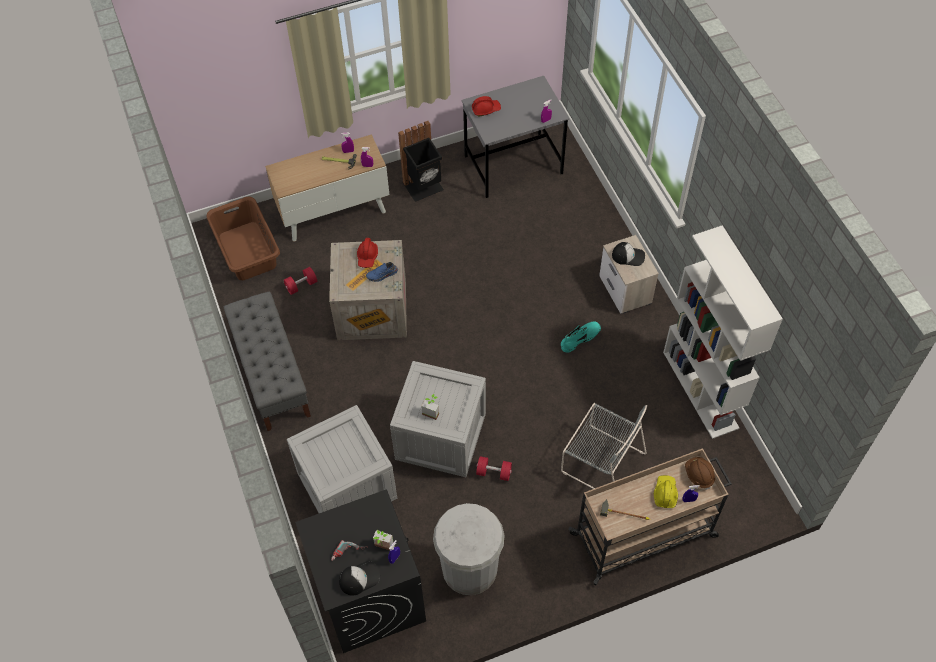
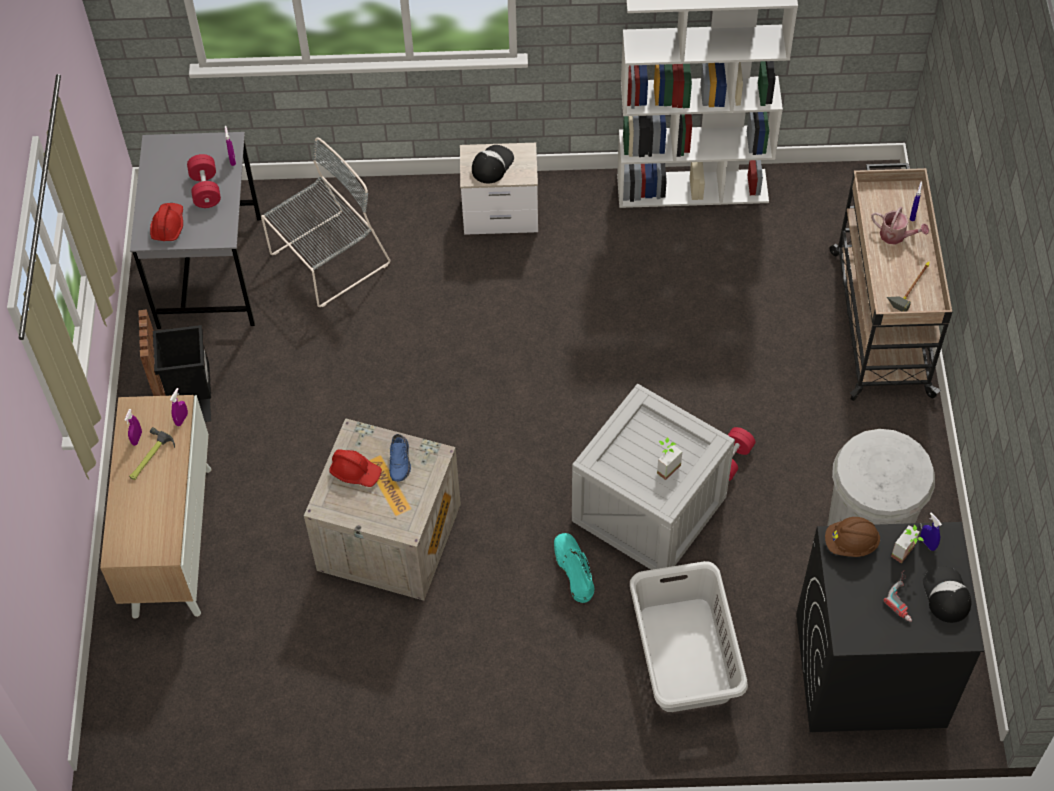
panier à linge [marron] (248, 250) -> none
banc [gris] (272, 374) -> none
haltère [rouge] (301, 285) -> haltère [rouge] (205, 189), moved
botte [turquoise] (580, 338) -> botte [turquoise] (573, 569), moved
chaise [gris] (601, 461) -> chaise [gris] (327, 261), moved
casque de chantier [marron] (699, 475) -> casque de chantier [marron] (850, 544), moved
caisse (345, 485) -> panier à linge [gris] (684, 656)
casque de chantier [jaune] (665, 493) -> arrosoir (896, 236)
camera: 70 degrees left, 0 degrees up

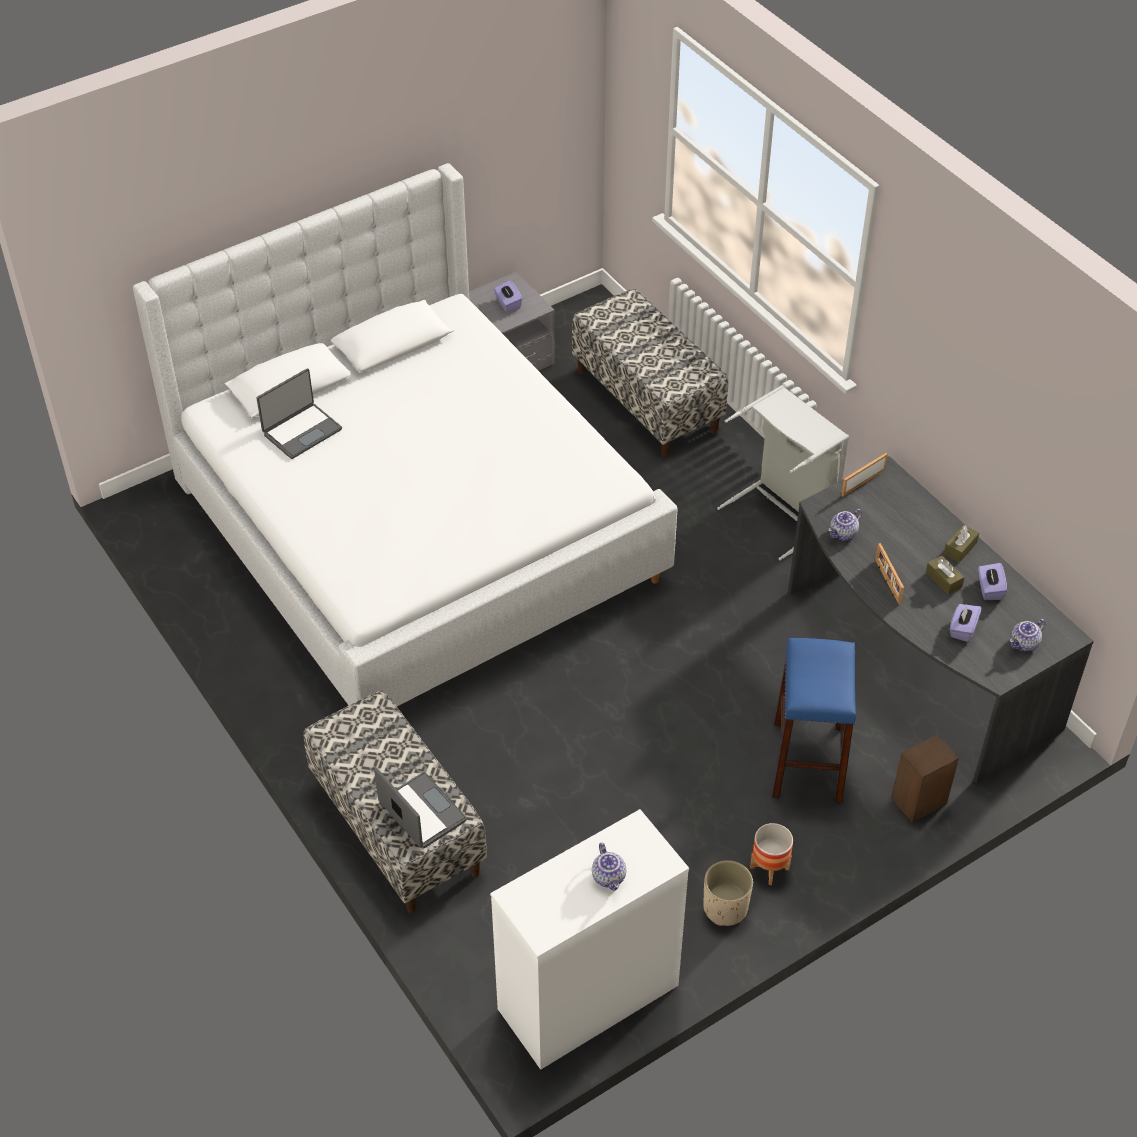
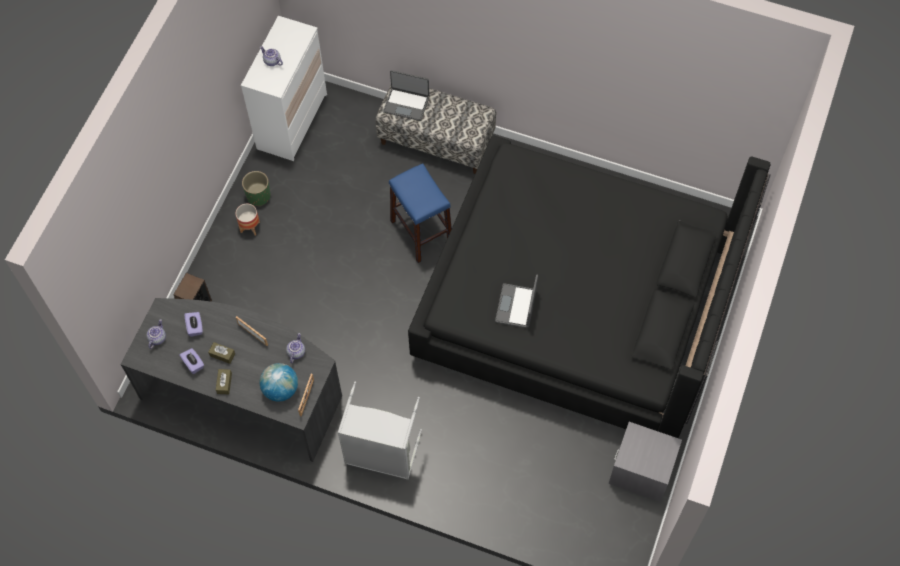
boîte à mouchoirs [violet] (508, 304) -> none
banc (647, 401) -> none
none -> globe (280, 389)
ordinateur portable (301, 431) -> ordinateur portable (516, 306), moved
tabouret [bleu] (807, 761) -> tabouret [bleu] (421, 233), moved
lit [blanc] (417, 527) -> lit [noir] (578, 305)
cache-pot [beige] (725, 908) -> cache-pot [vert] (258, 196)
camera: 145 degrees right, 15 degrees up

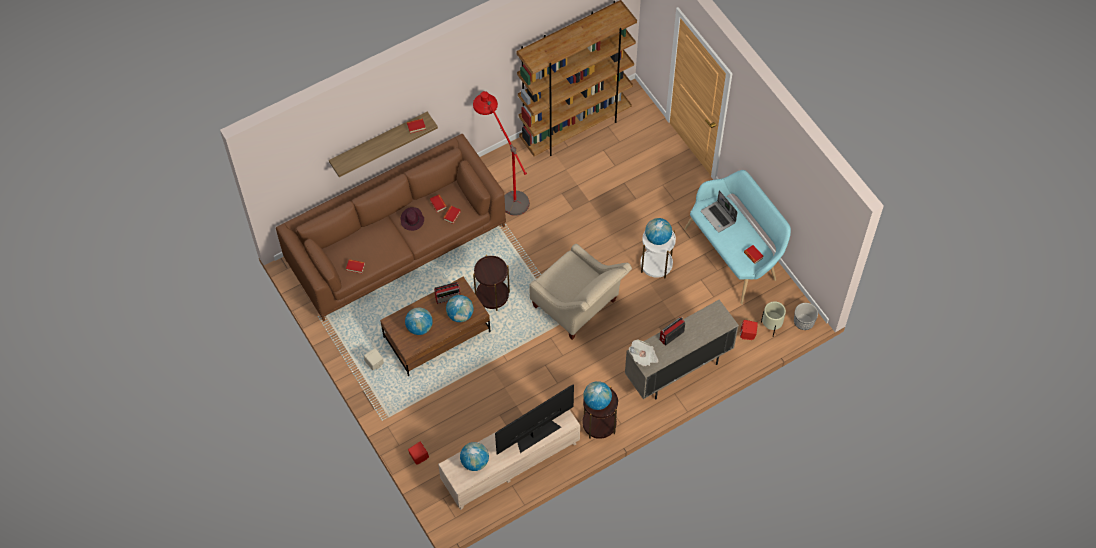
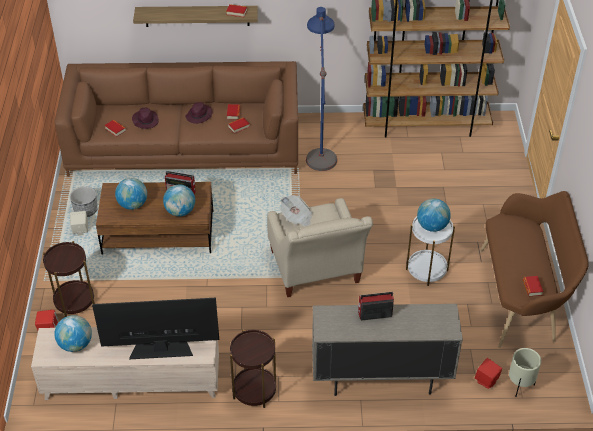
globe (597, 401) -> none
ordinateur portable (718, 217) -> none
none -> chapeau [violet] (145, 121)
table d'appoint [marron] (492, 296) -> table d'appoint [marron] (74, 301), moved
journal (643, 357) -> journal (297, 218), moved
cache-pot (804, 322) -> cache-pot (86, 210), moved
lampadaire [rouge] (504, 189) -> lampadaire [bleu] (320, 145)
banc [turquoise] (734, 254) -> banc [marron] (522, 297)
camera: 30 degrees right, 15 degrees down

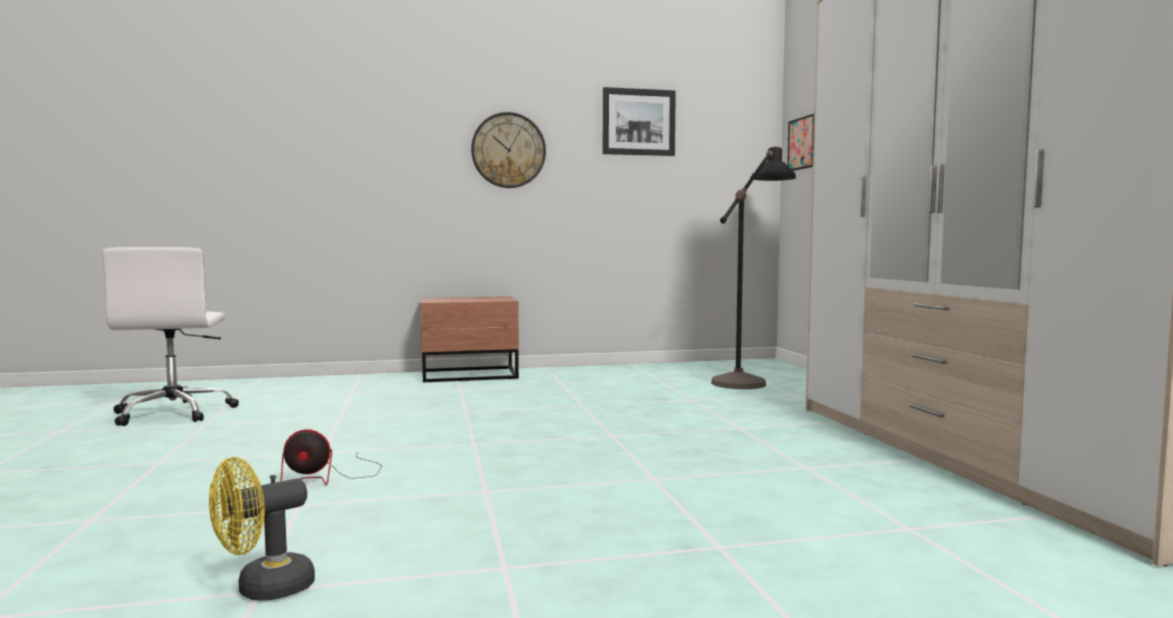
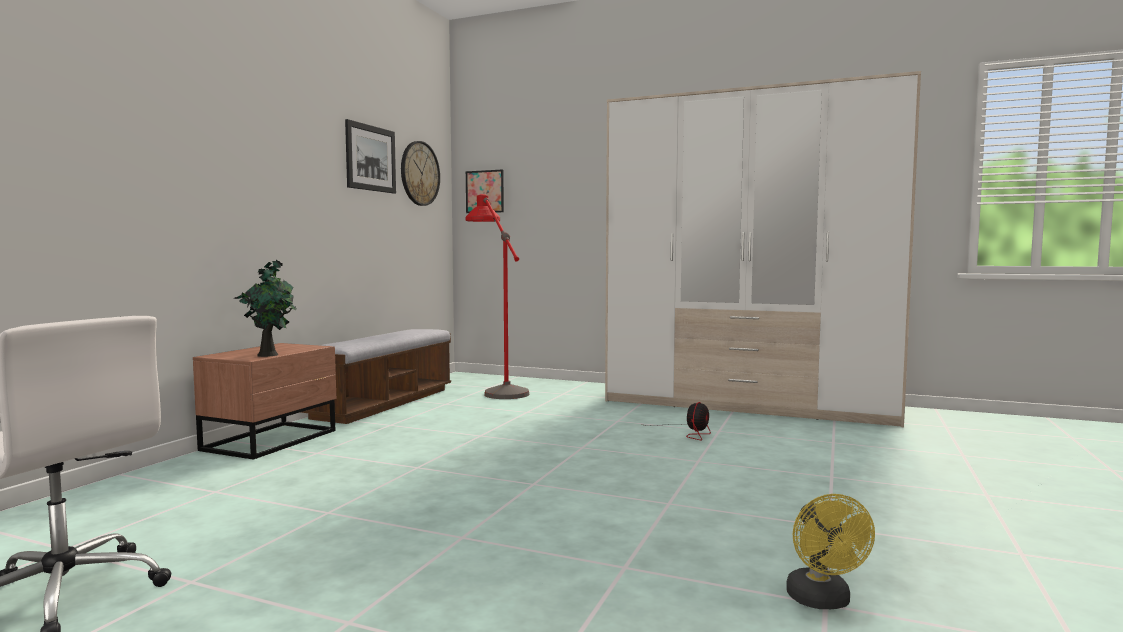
none -> plante en pot (269, 354)
none -> banc (384, 403)
ventilateur (329, 477) -> ventilateur (690, 433), moved
horloge murale (508, 150) -> horloge murale (419, 173), moved
lampadaire [noir] (752, 377) -> lampadaire [rouge] (497, 388)
camera: 55 degrees left, 0 degrees up

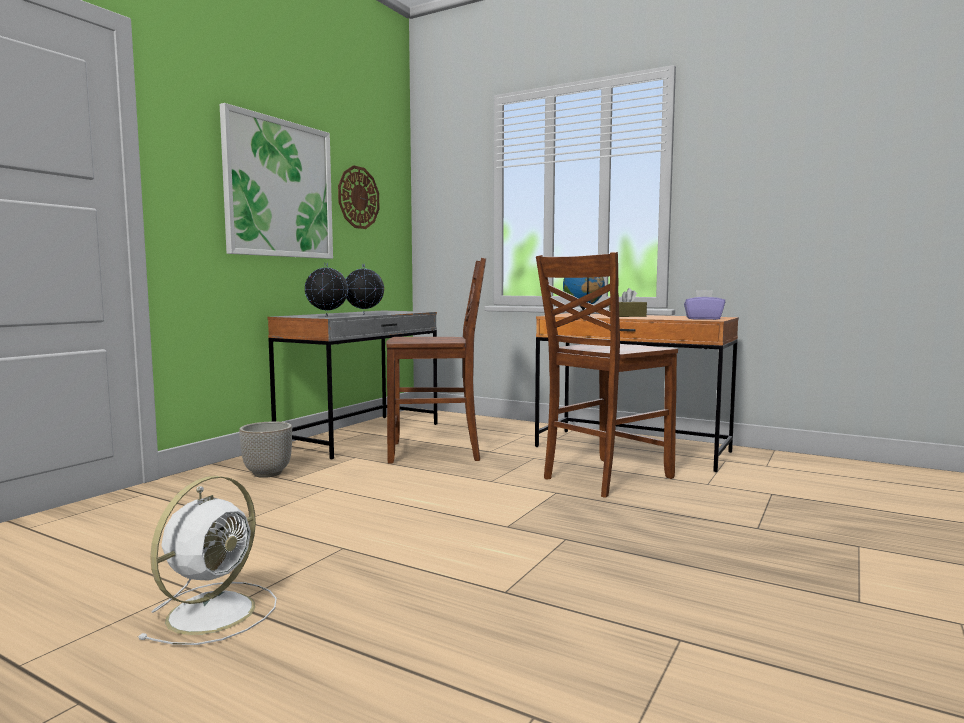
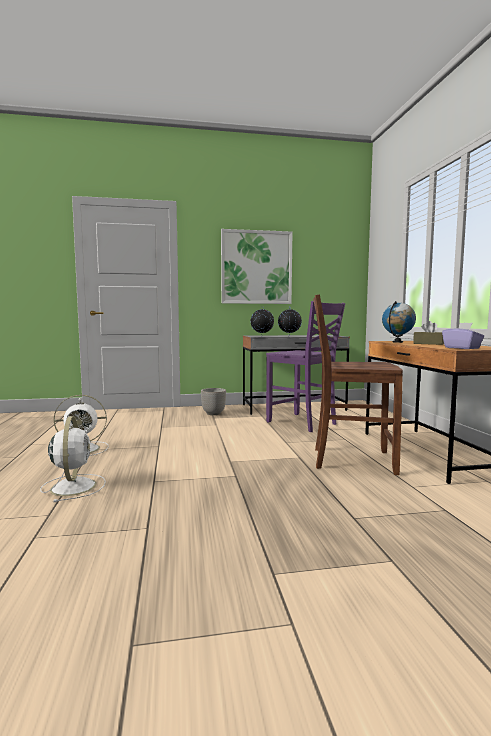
horloge murale (358, 197) -> none
none -> ventilateur [blanc] (73, 486)
chaise [marron] (436, 452) -> chaise [violet] (302, 423)
camera: 50 degrees right, 0 degrees up

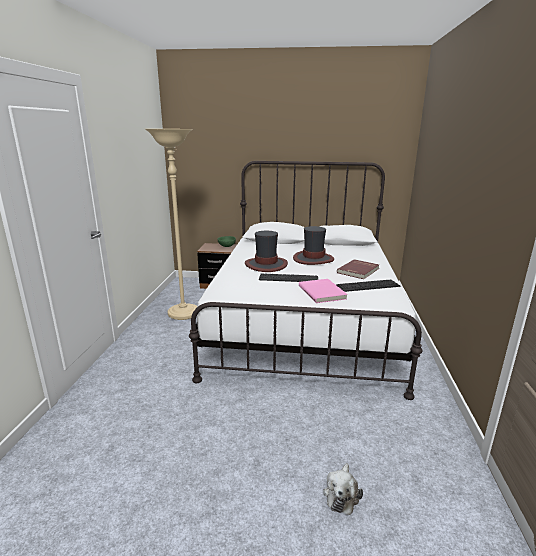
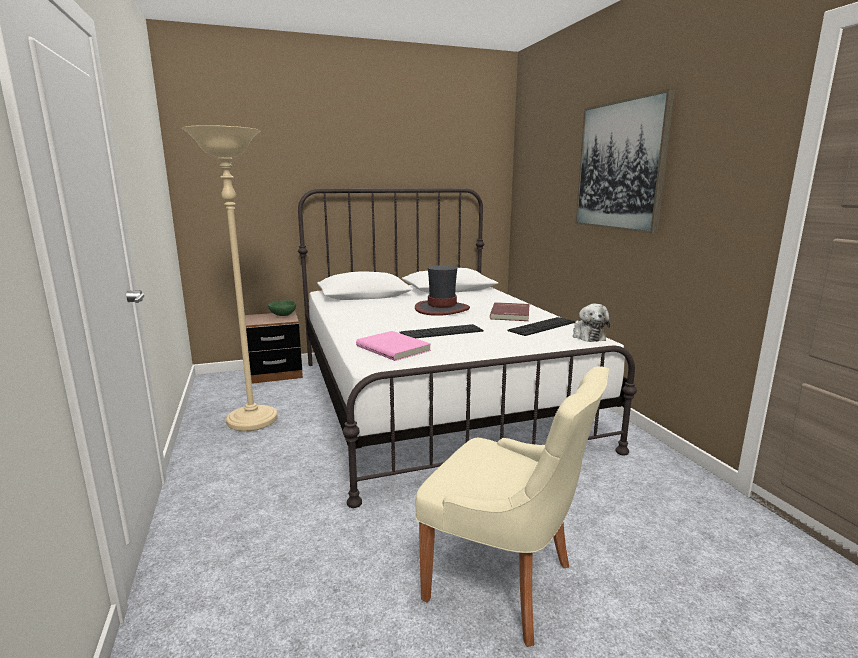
chapeau (266, 265) -> none
none -> chaise [beige] (505, 583)
none -> tableau (620, 166)
livre [rose] (323, 292) -> livre [rose] (394, 348), moved
peluche (341, 494) -> peluche (587, 336), moved
camera: 25 degrees left, 5 degrees down

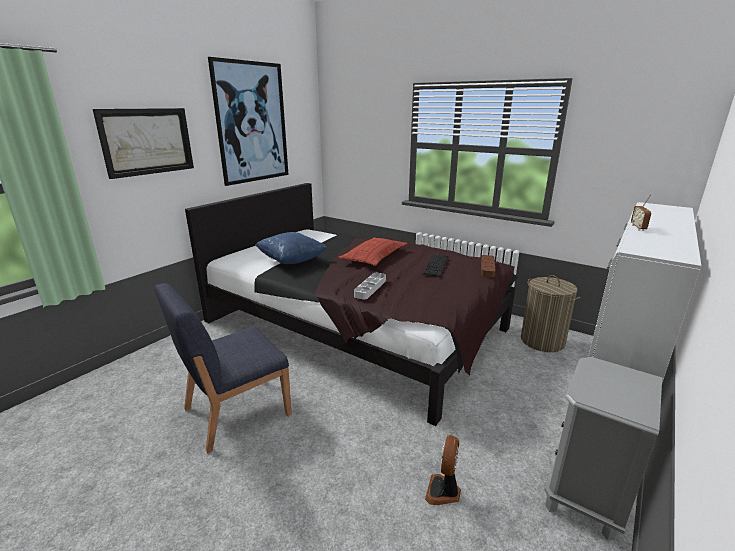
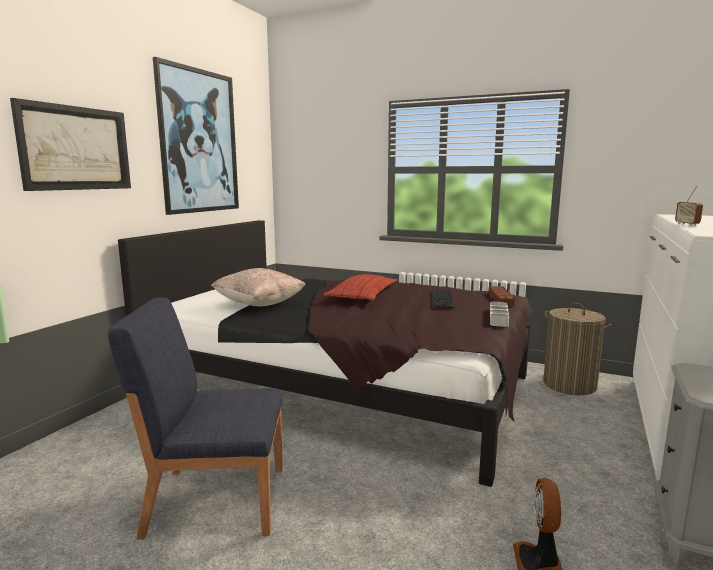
plateau [gris] (370, 288) -> plateau [gris] (498, 317), moved
coussin [bleu] (291, 261) -> coussin [beige] (259, 304)
chaise [bleu] (235, 411) -> chaise [bleu] (215, 499), 45 degrees clockwise
camera: 10 degrees left, 10 degrees down

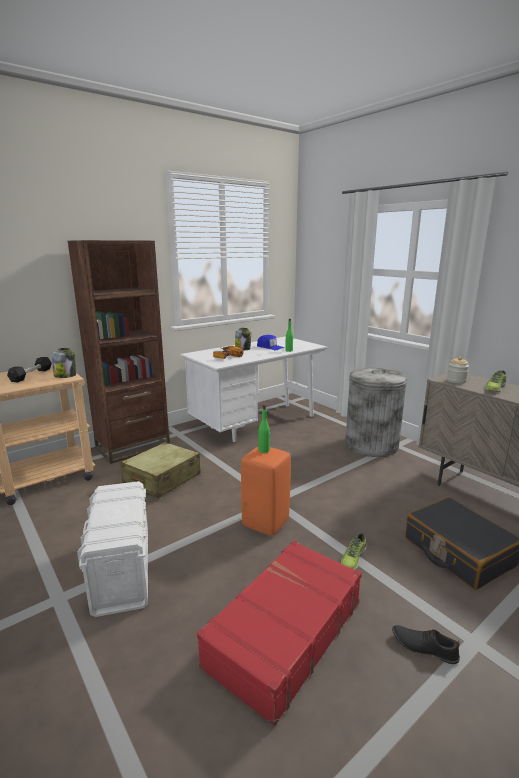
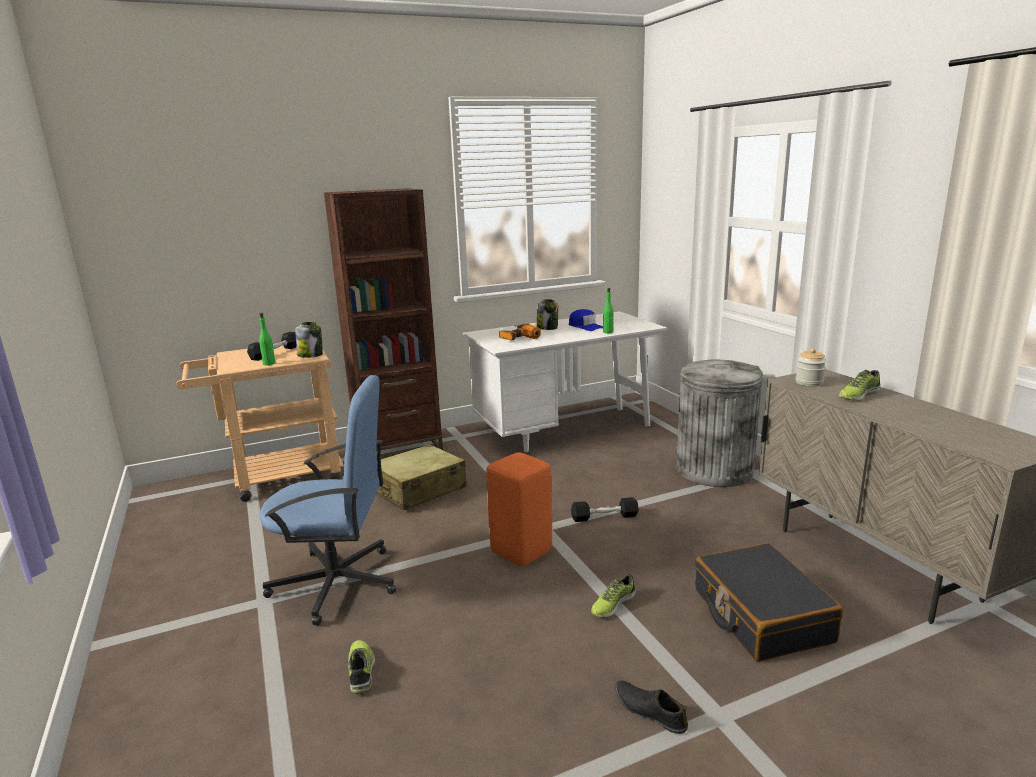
valise [rouge] (283, 633) -> none
none -> chaussure (361, 670)
none -> haltère [noir] (604, 517)
bouteille [vert] (264, 450) -> bouteille [vert] (269, 363), moved
boîte de rangement [blanc] (122, 571) -> chaise de bureau [bleu] (337, 583)
camera: 15 degrees right, 0 degrees up

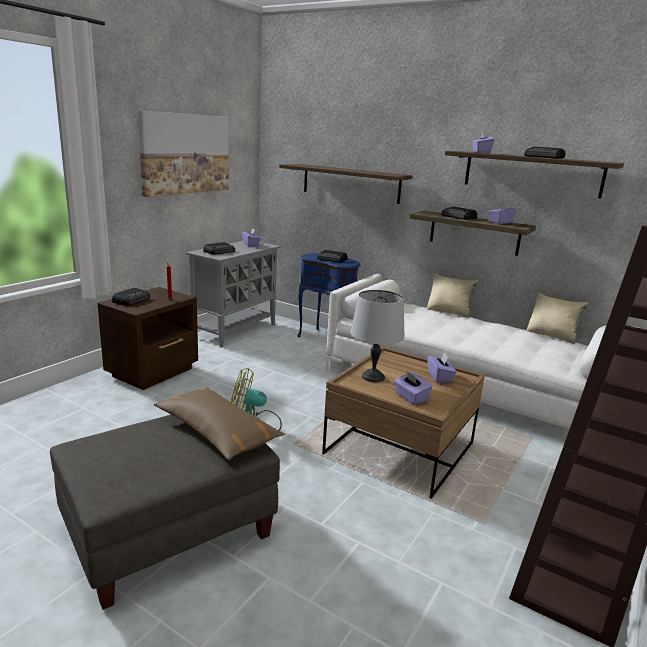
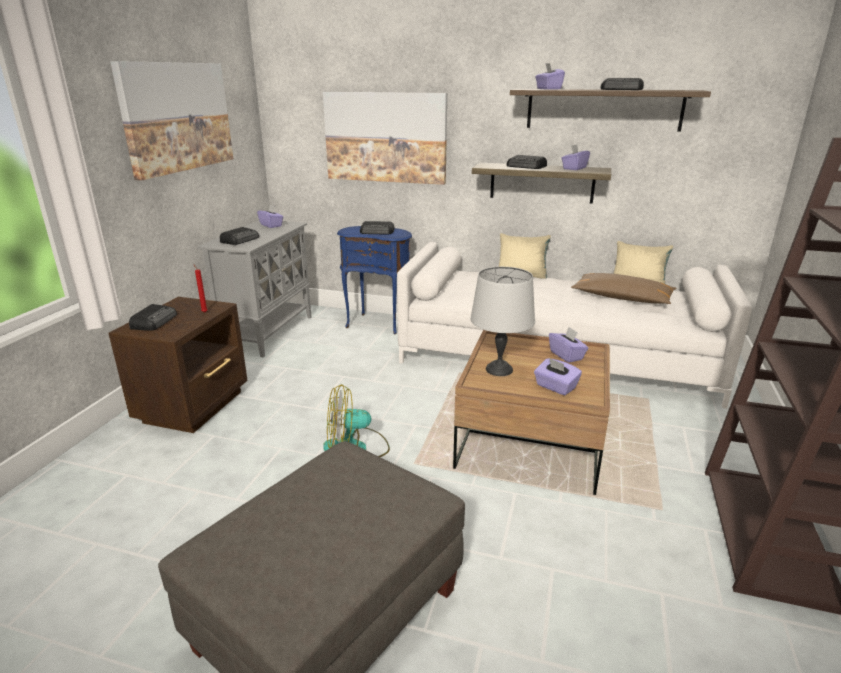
coussin [marron] (217, 432) -> coussin [marron] (622, 298), moved
étagère (350, 183) -> tableau (385, 137)
camera: 15 degrees left, 5 degrees up

